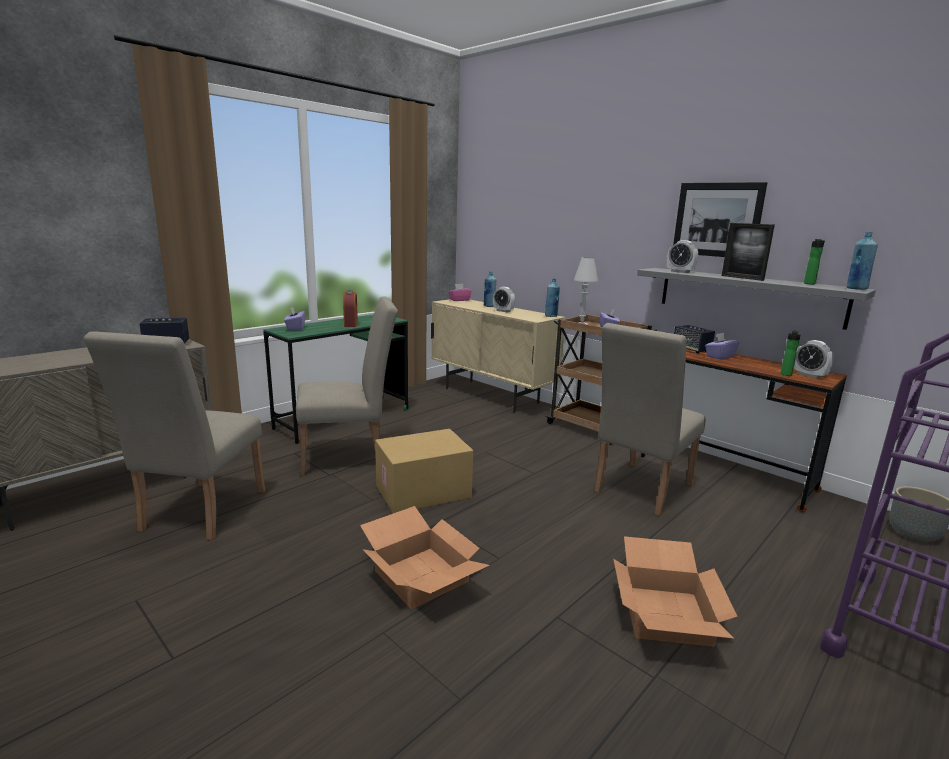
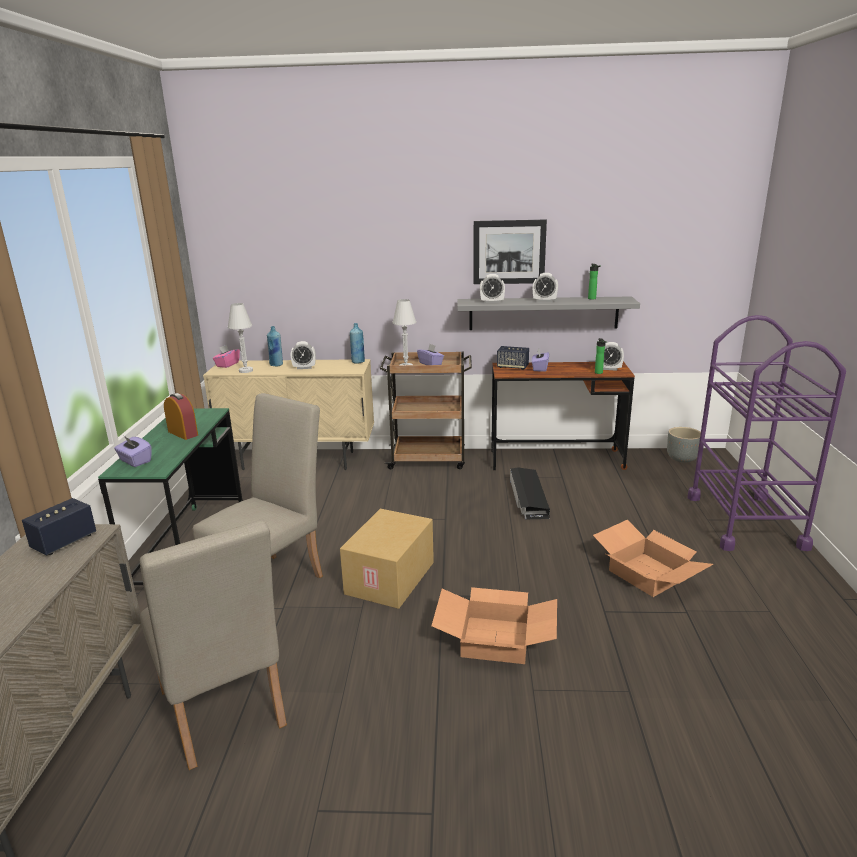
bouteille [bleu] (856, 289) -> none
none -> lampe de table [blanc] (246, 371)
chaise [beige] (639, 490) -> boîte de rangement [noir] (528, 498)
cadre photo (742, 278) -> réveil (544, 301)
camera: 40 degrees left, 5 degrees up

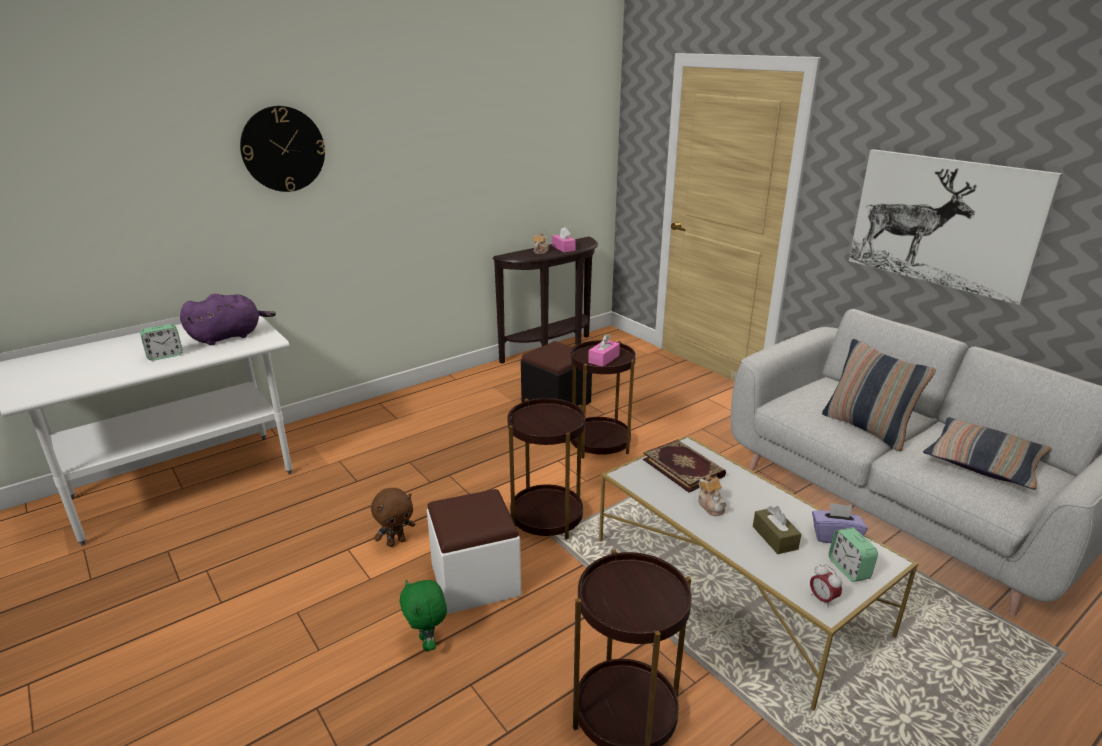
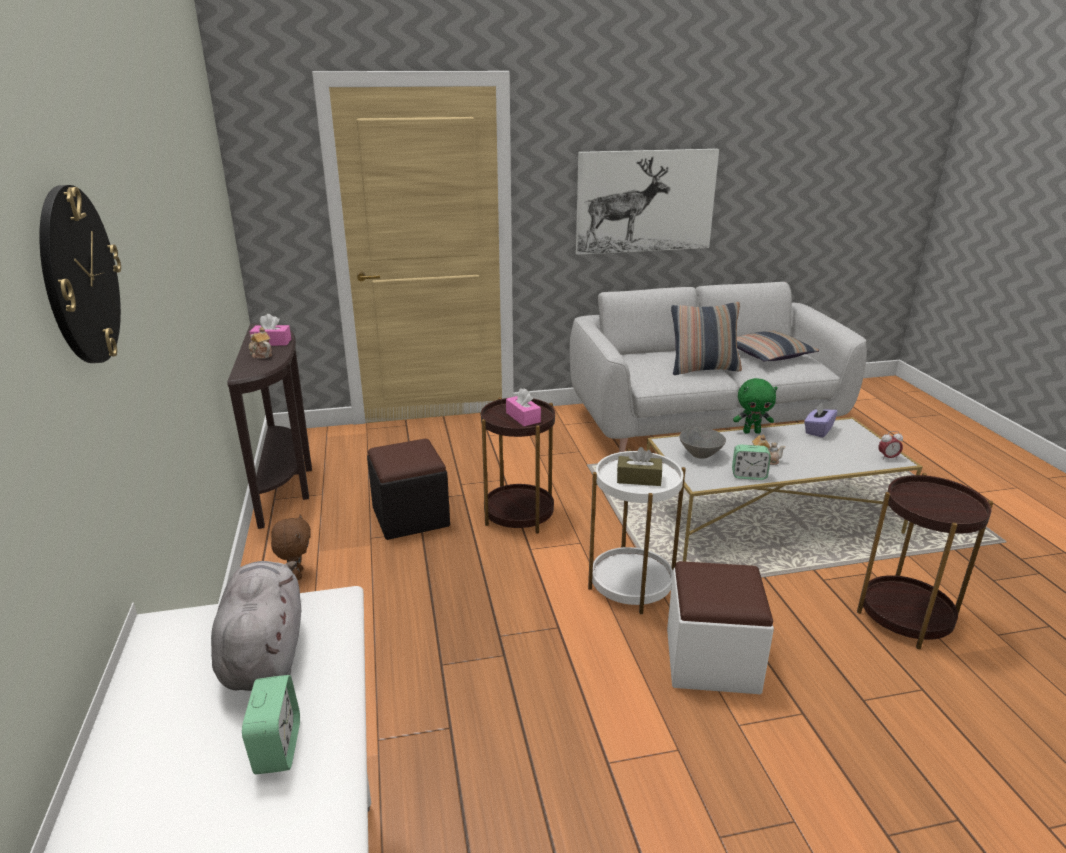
peluche [marron] (396, 542) -> peluche [marron] (297, 575), moved
peluche [vert] (428, 643) -> peluche [vert] (751, 432), moved
boîte à mouchoirs [marron] (774, 538) -> boîte à mouchoirs [marron] (639, 479), moved
réveil (849, 569) -> réveil (749, 475), moved
livre (684, 467) -> bol [gris] (701, 454)
peluche [violet] (229, 336) -> peluche [gris] (264, 651)
table d'appoint [marron] (546, 518) -> table d'appoint [blanc] (631, 585)
camera: 65 degrees left, 0 degrees up

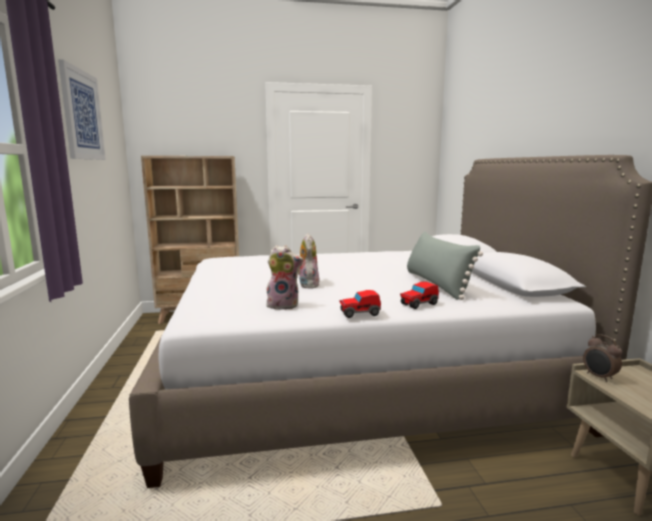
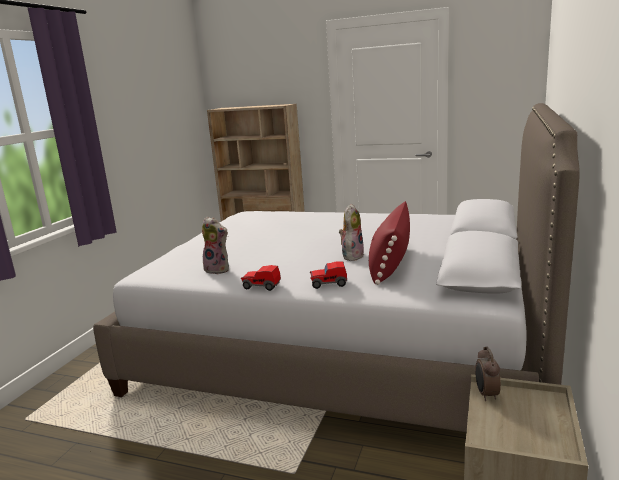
tableau (82, 115) -> none
peluche (307, 285) -> peluche (352, 256), moved
coussin [gris] (436, 284) -> coussin [rouge] (390, 263)
camera: 30 degrees right, 5 degrees up

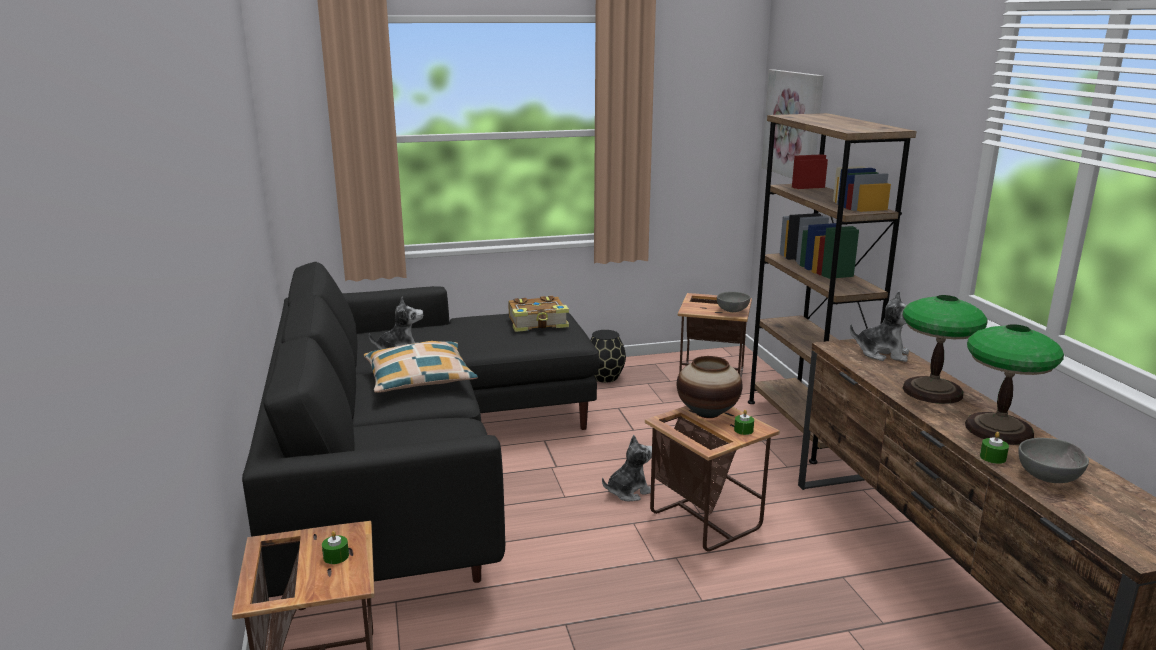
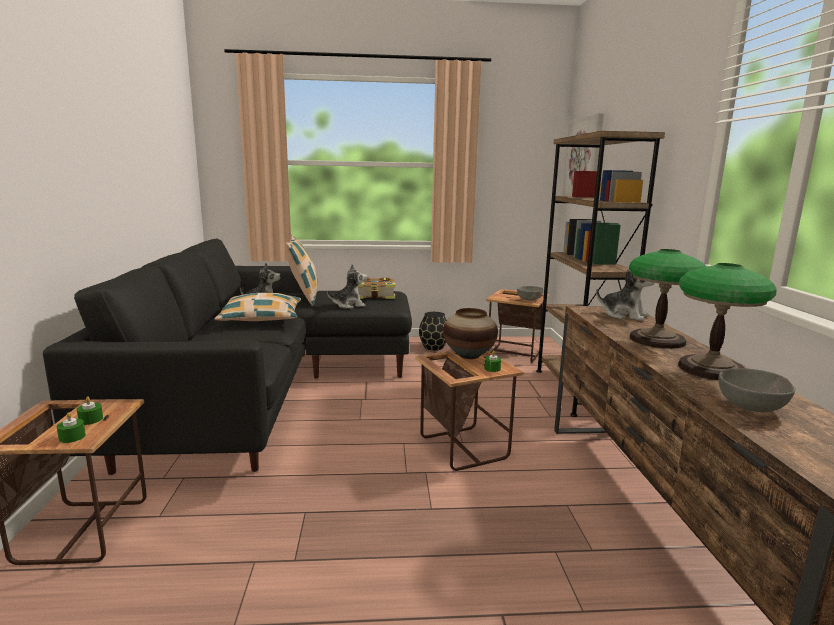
none -> coussin (303, 298)
peluche (628, 491) -> peluche (349, 305), moved
bougie [vert] (992, 457) -> bougie [vert] (72, 437), moved
camera: 10 degrees right, 5 degrees down

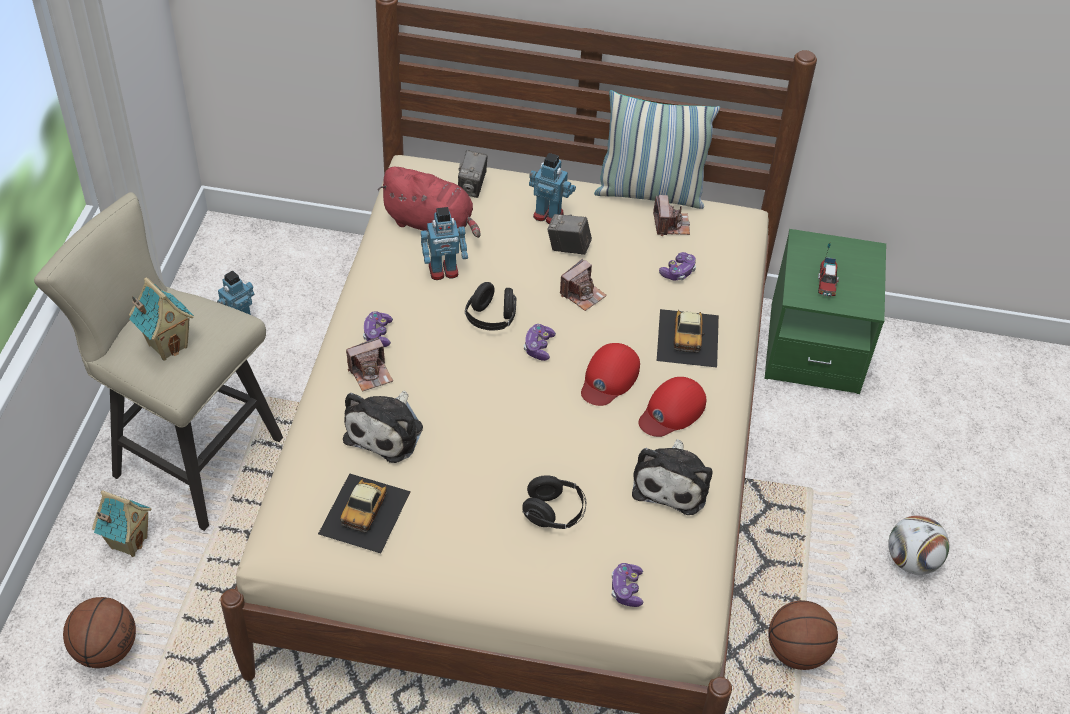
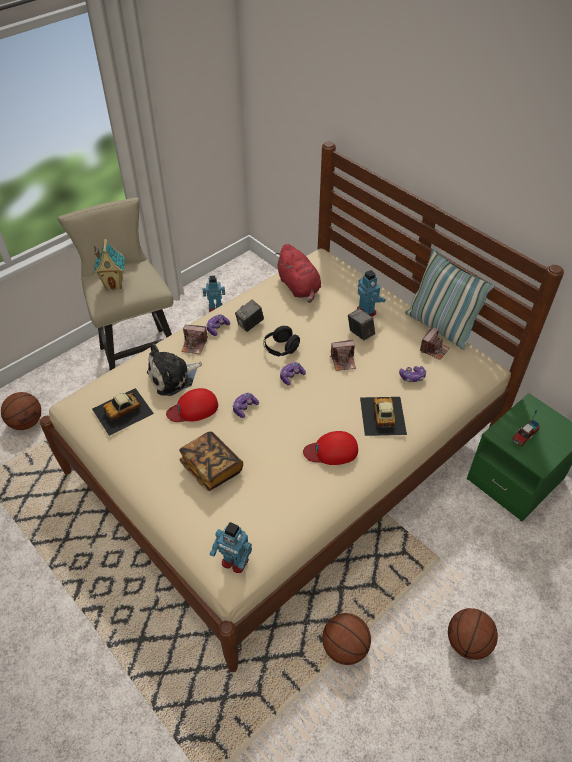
maison miniature (128, 542) -> none
peluche (672, 482) -> none
robot jouet (443, 271) -> robot jouet (234, 562), moved
appareil photo (472, 187) -> appareil photo (250, 324), moved
casquette [rouge] (609, 378) -> casquette [rouge] (193, 409), moved
manette (626, 589) -> manette (244, 408), moved
casque audio [noir] (554, 513) -> livre (211, 468)
ballon de foot (911, 561) -> ballon de basket (467, 643)
petite voiture (688, 337) -> petite voiture (382, 416), 135 degrees clockwise
camera: 40 degrees right, 0 degrees up

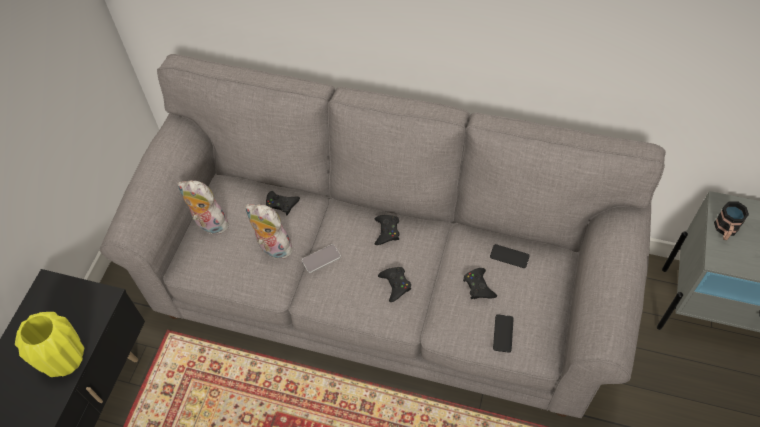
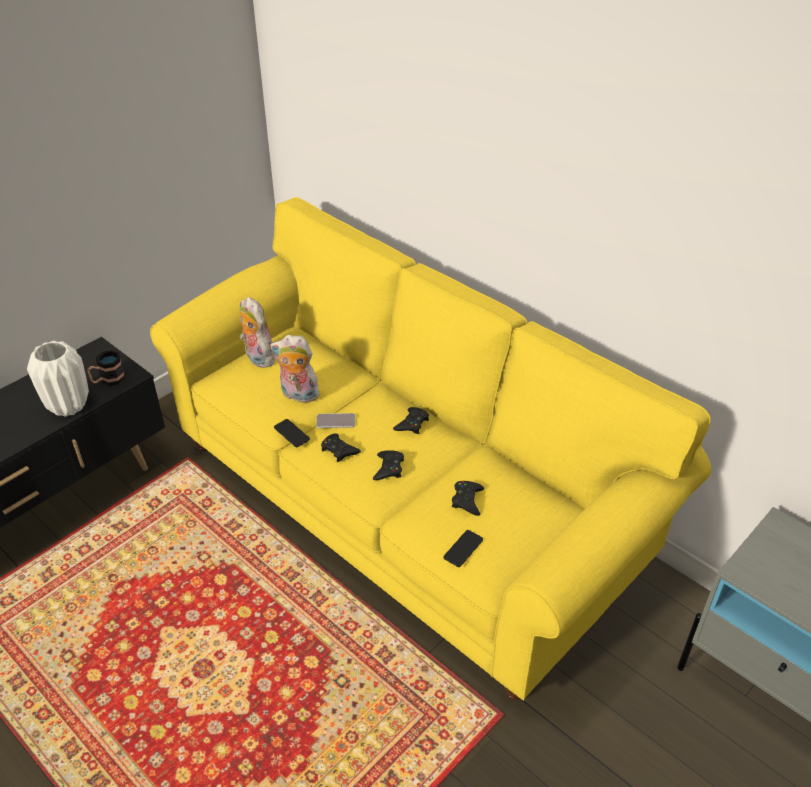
manette [noir] (281, 204) -> manette [noir] (339, 450), moved
téléphone (509, 256) -> téléphone (291, 433), moved
mug (725, 230) -> mug (108, 380), moved
vase [jaune] (66, 360) -> vase [blanc] (69, 406)
canapé [gris] (384, 287) -> canapé [jaune] (406, 506)
peluche (272, 248) -> peluche (298, 395), 45 degrees counterclockwise
camera: 25 degrees right, 15 degrees down

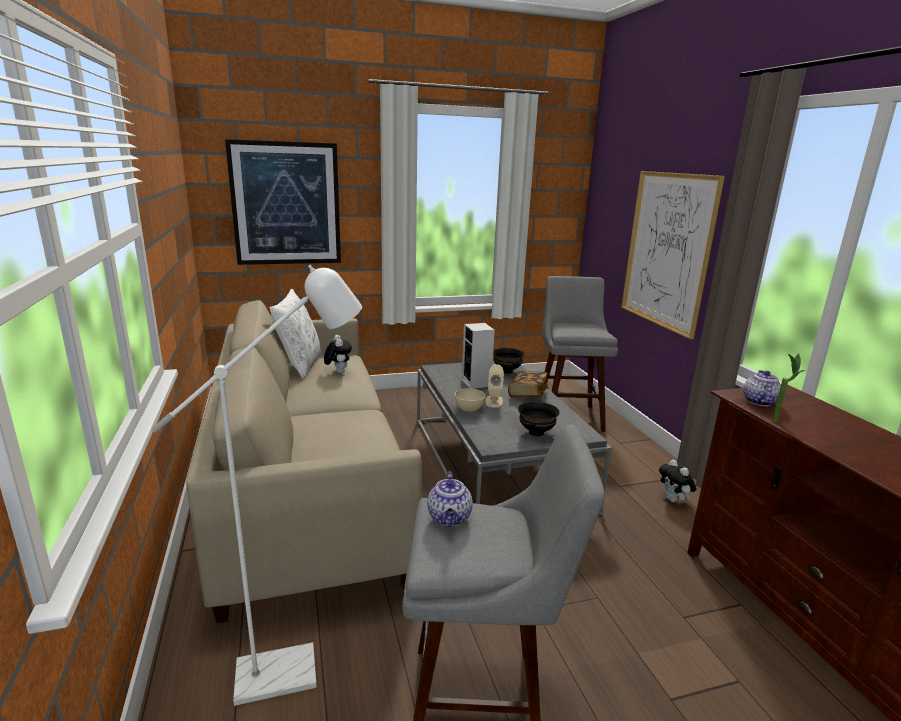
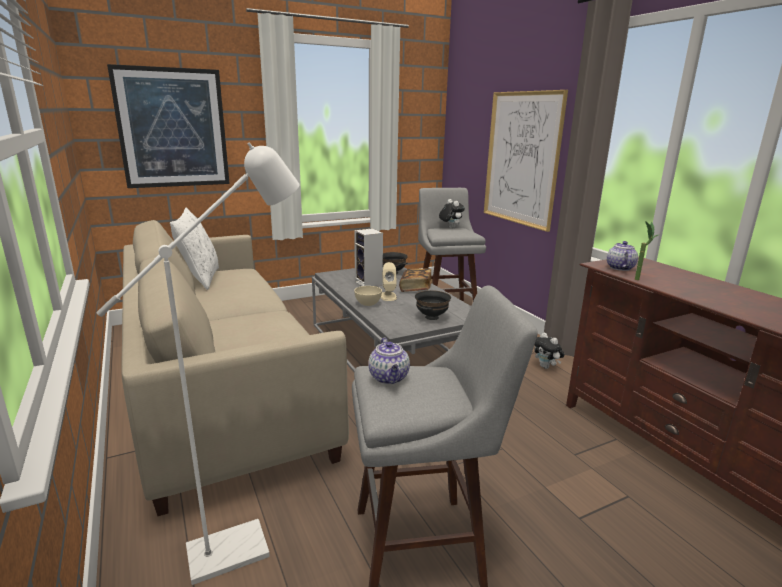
peluche (338, 372) -> peluche (450, 228), moved
camera: 10 degrees left, 0 degrees up

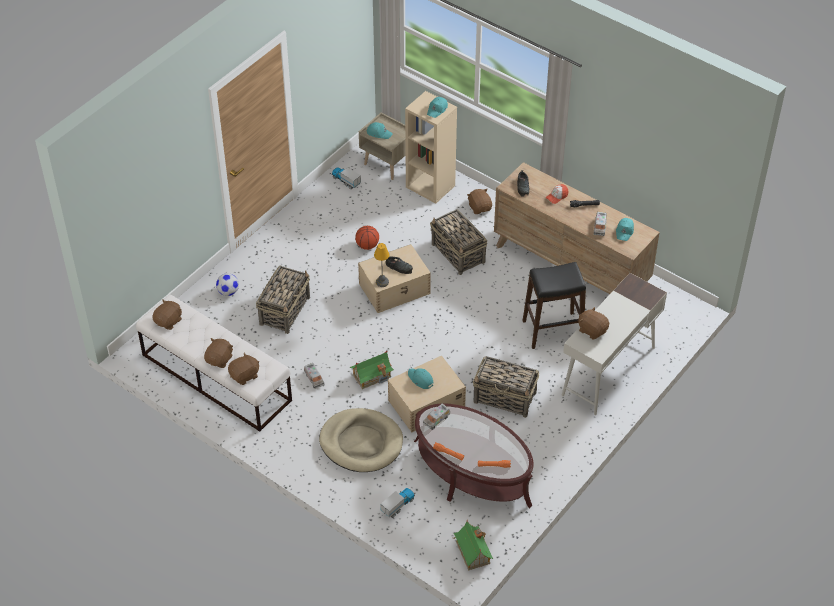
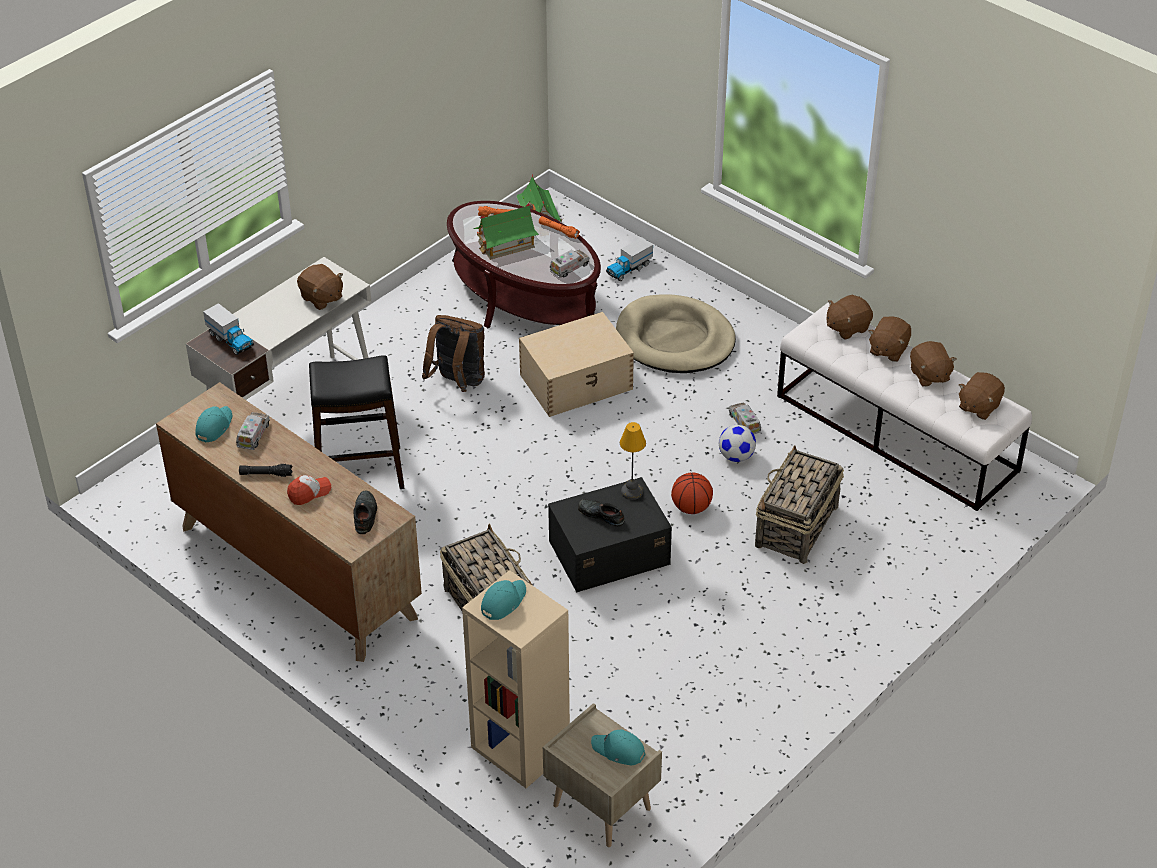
casquette [turquoise] (420, 380) -> none
ballon de foot (228, 292) -> ballon de foot (736, 457), moved
camion jouet (346, 181) -> camion jouet (230, 340), moved
maison miniature (372, 375) -> maison miniature (506, 244), moved
ballon de basket (367, 246) -> ballon de basket (691, 507), moved
peluche [marron] (480, 207) -> peluche [marron] (929, 375), moved
panier (505, 398) -> sac à dos [marron] (457, 383)
boîte de rangement [beige] (395, 288) -> boîte de rangement [noir] (607, 552)
camera: 175 degrees left, 5 degrees down

